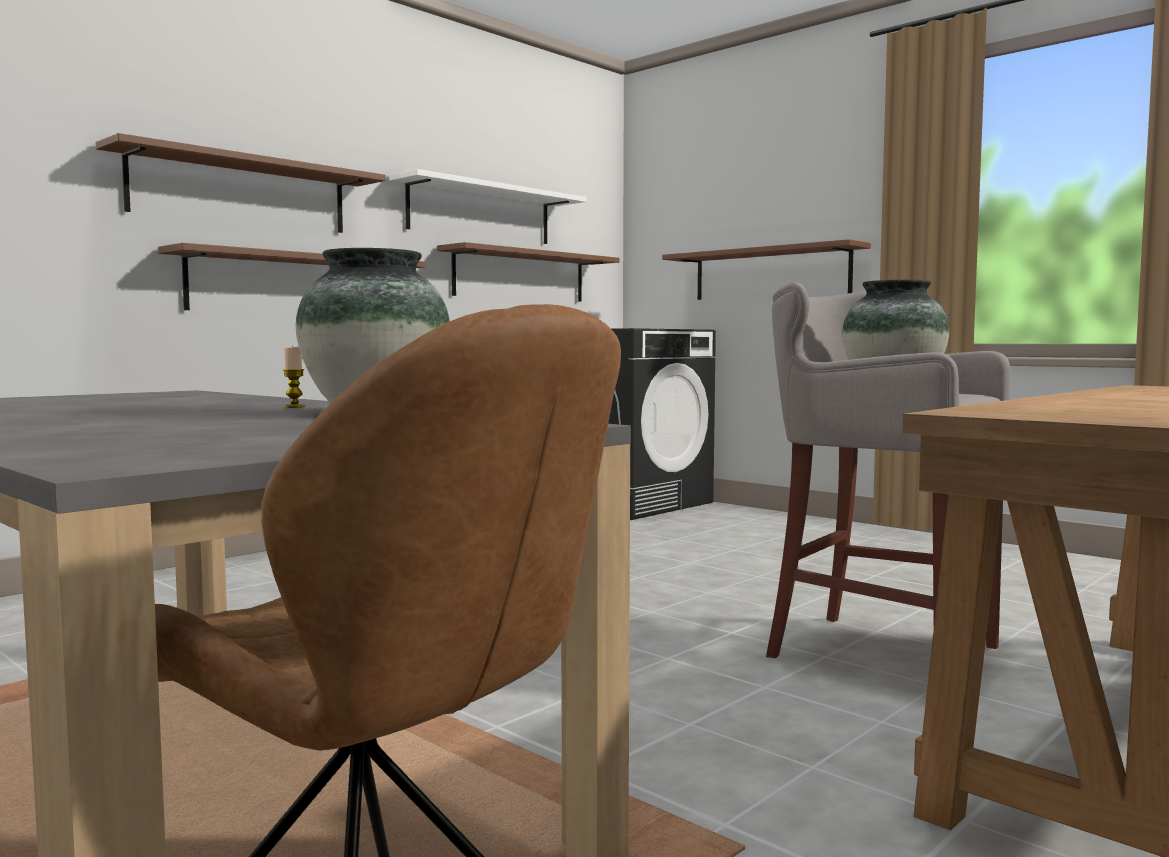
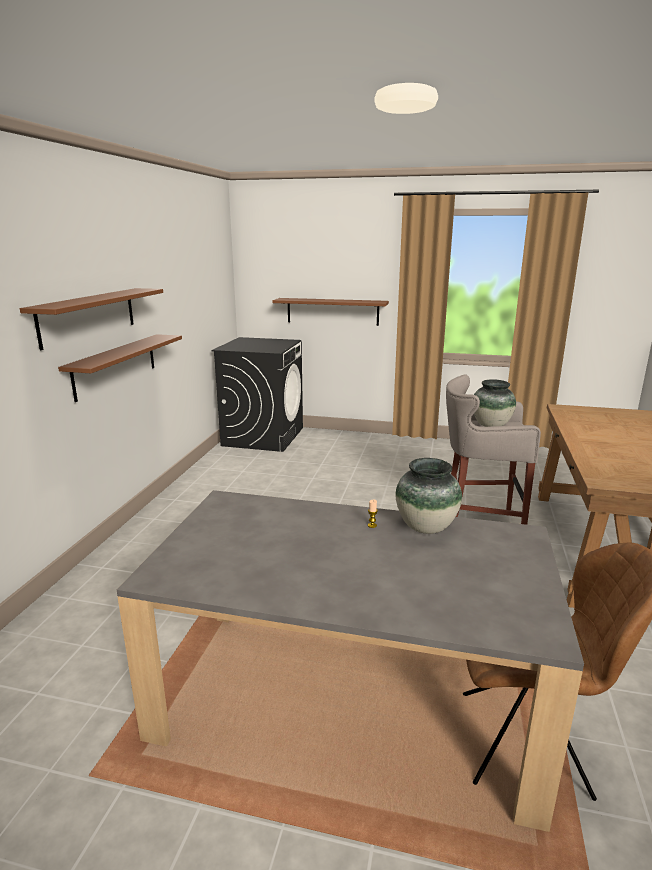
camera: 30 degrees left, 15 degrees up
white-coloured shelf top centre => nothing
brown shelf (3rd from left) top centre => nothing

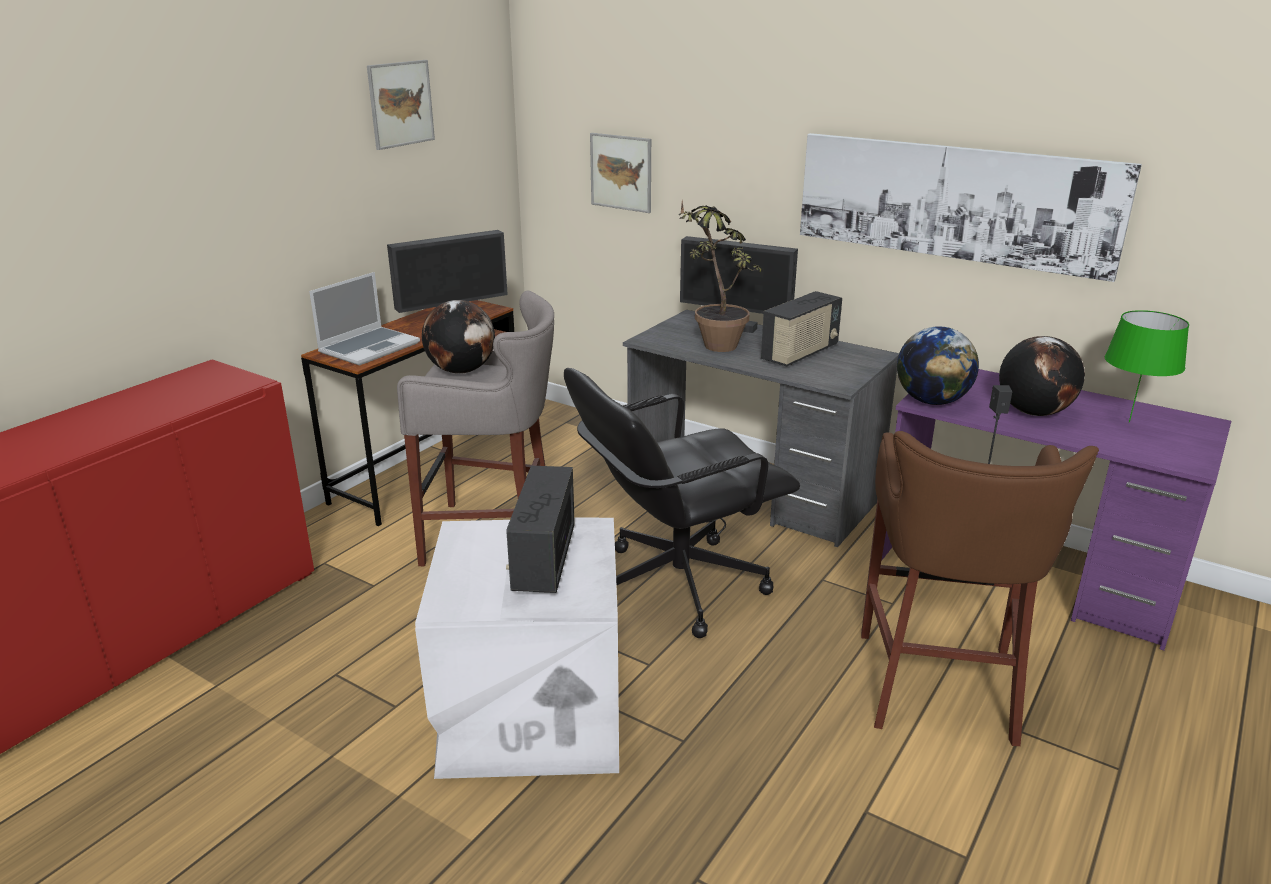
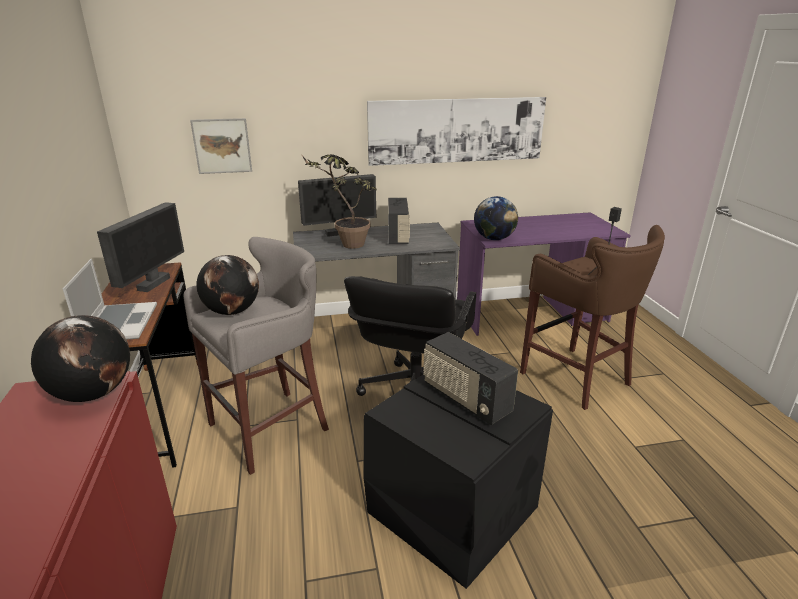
camera: 45 degrees left, 0 degrees up
picture (1st from left) top left => nothing
greenish lamp for a table middle right => nothing
world globe (3rd from left in the first image) middle right => world globe (1st from left) middle left, moved
white-coloured storage bin bottom centre => black-coloured storage bin bottom centre

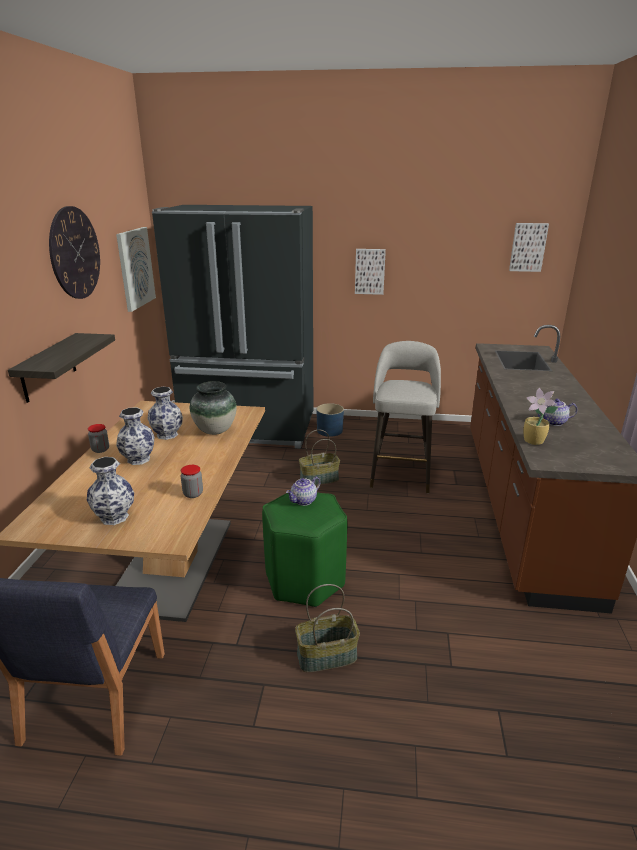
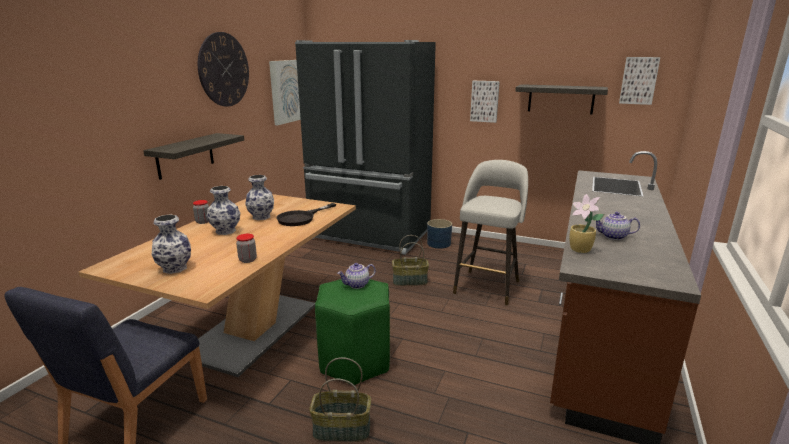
camera: 15 degrees right, 5 degrees down
nothing => shelf (2nd from left) top right
decorative vase (4th from left) centre => black-coloured frying pan centre

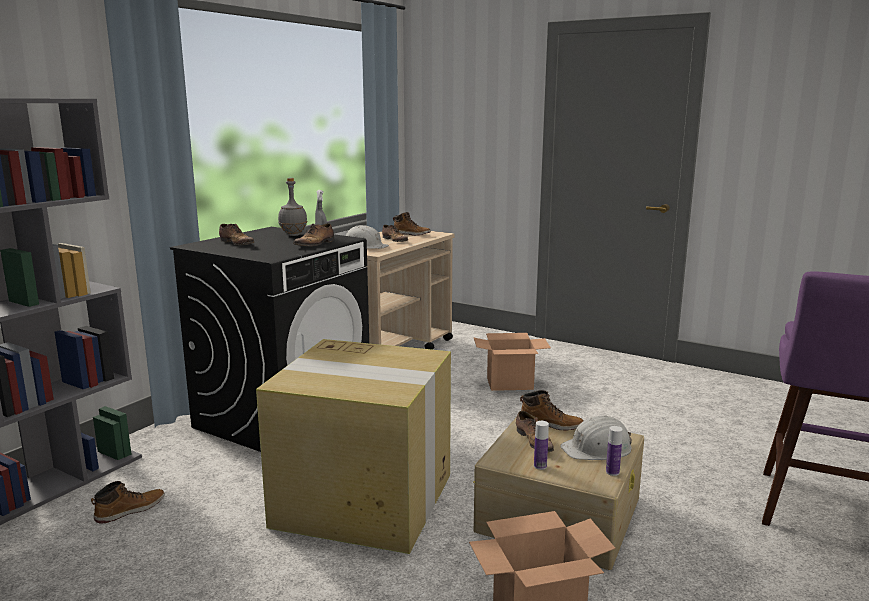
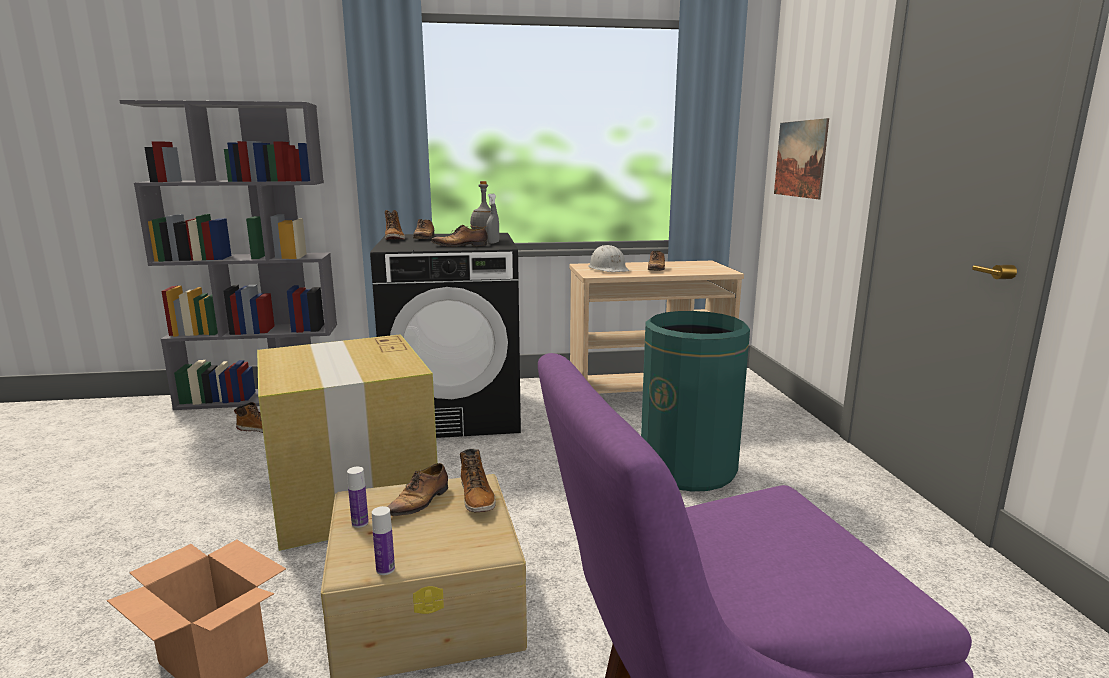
camera: 50 degrees right, 0 degrees up
white-coloured hard hat (2nd from left) bottom right => nothing
nothing => picture top right
boot (2nd from left) centre => boot (2nd from left) top centre, moved
carton (2nd from left) centre => greenish rubbish bin centre

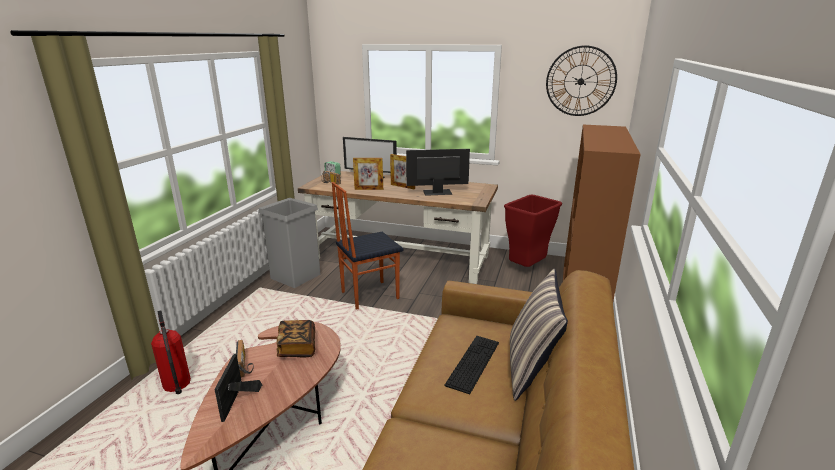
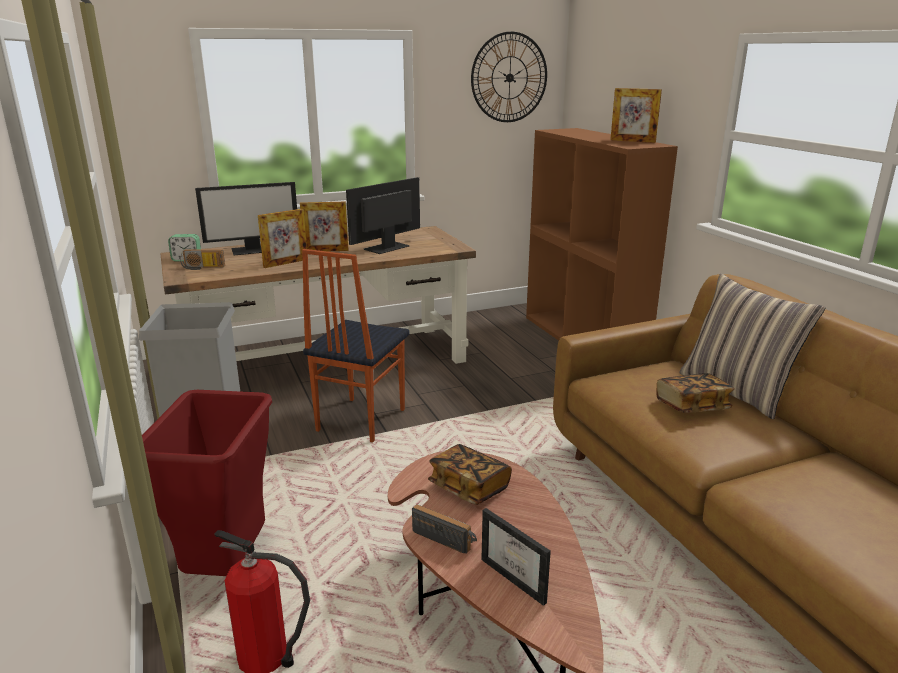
camera: 40 degrees left, 0 degrees up
nothing => photo frame (4th from left) top right
reddish rubbish bin centre => reddish rubbish bin bottom left, moved
computer keyboard bottom centre => bound book (2nd from left) middle right

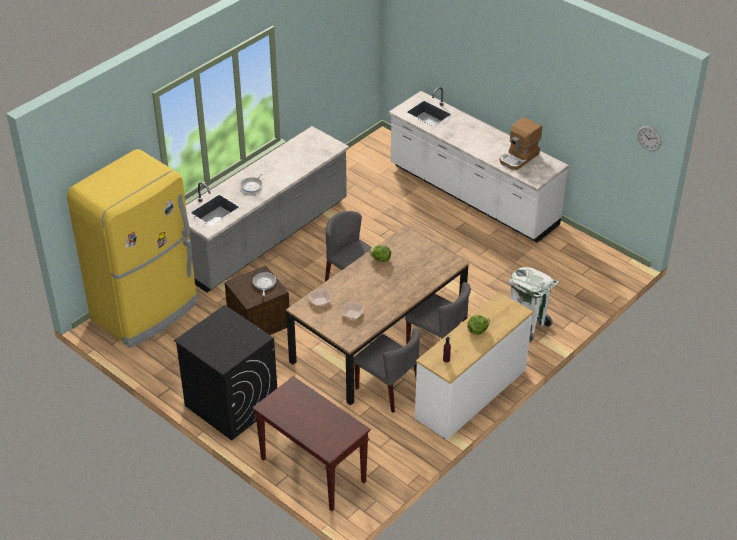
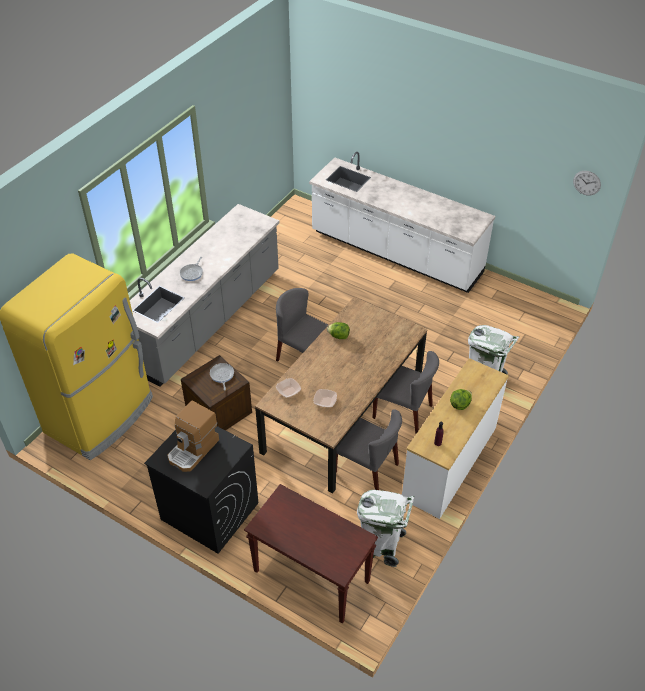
camera: 10 degrees left, 5 degrees up
nothing => white-coloured rubbish bin (1st from left) bottom centre
coffee brewer top right => coffee brewer middle left, moved

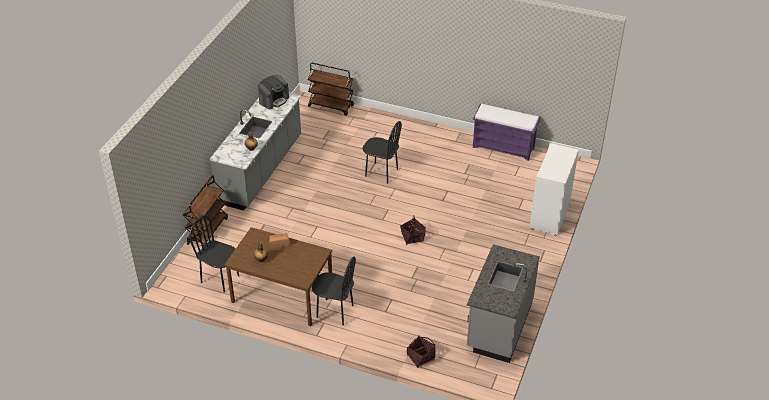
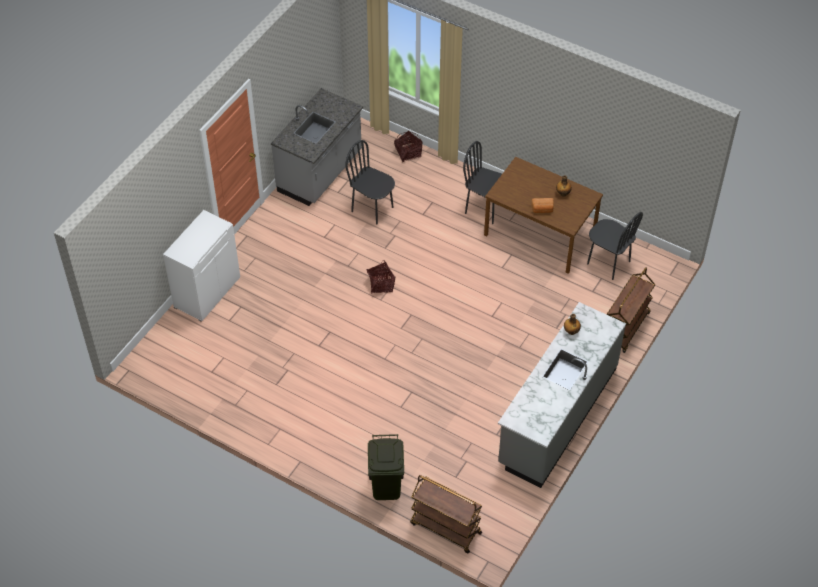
camera: 170 degrees left, 10 degrees up
coffee brewer top centre => nothing
purple long seat top centre => nothing
nothing => greenish rubbish bin bottom centre
black-coloured upright chair (3rd from left in the first image) centre => black-coloured upright chair (1st from left) top centre, moved

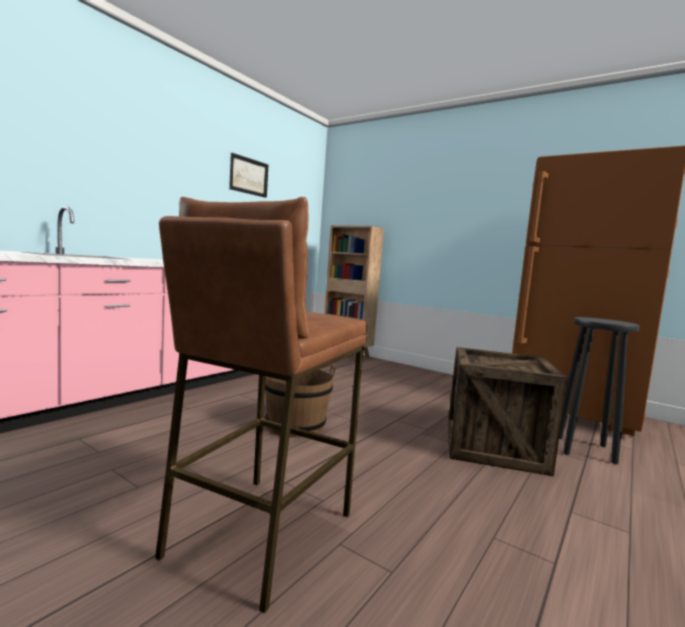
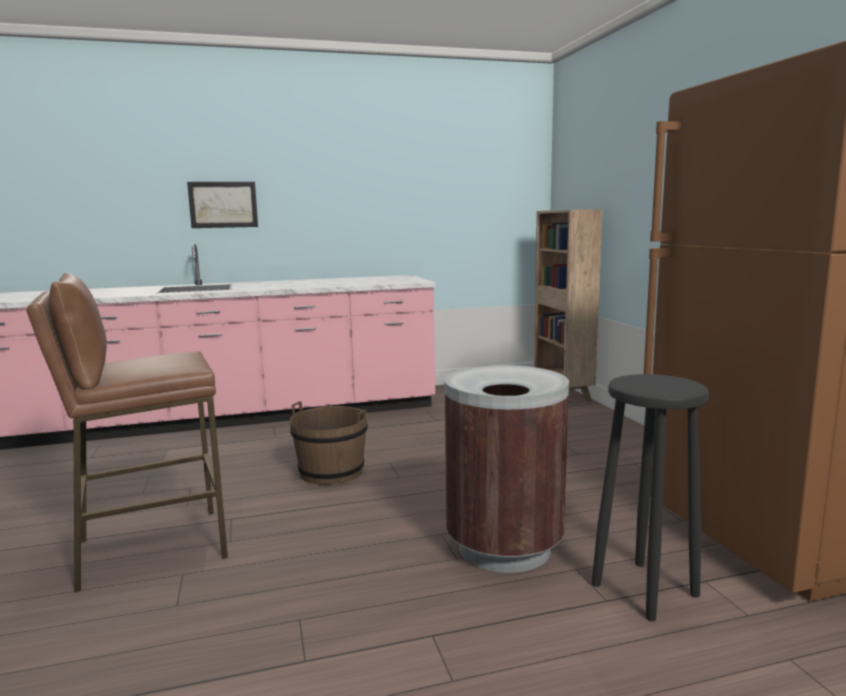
camera: 40 degrees right, 5 degrees up
picture top centre => picture top left, moved
shipping crate middle right => brown rubbish bin bottom centre

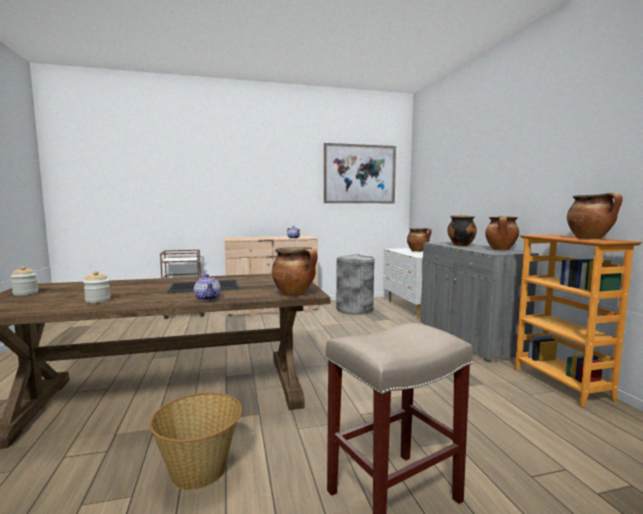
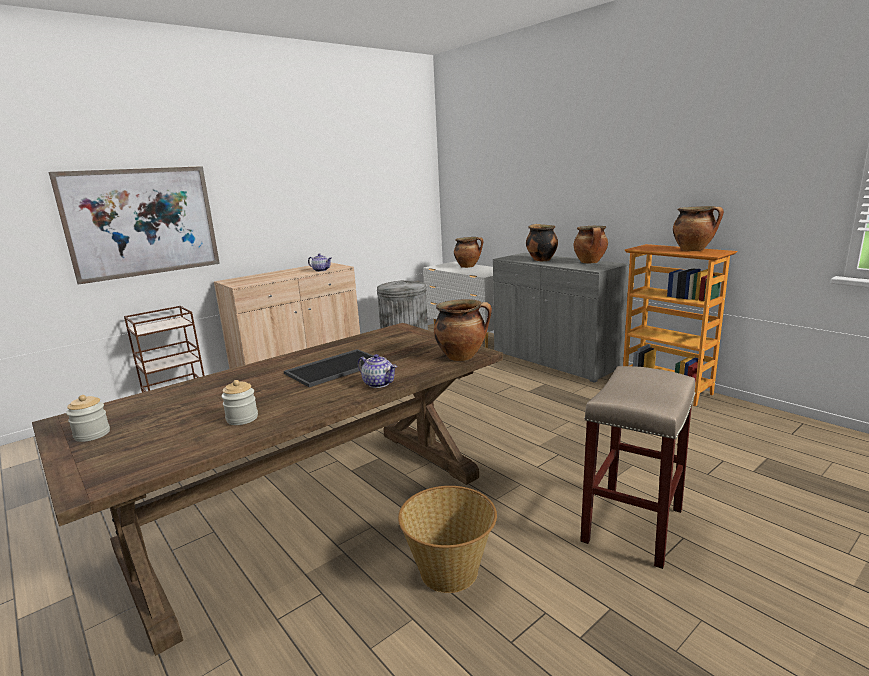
camera: 25 degrees left, 10 degrees up
picture centre => picture top left, moved

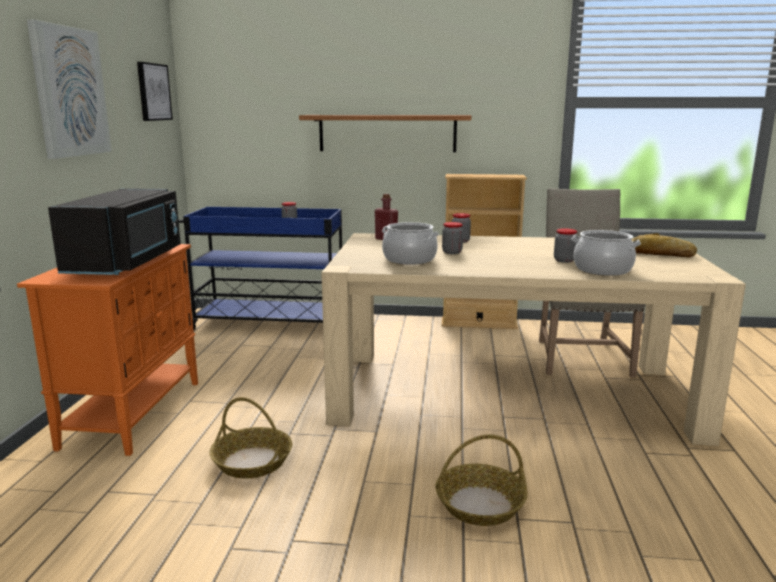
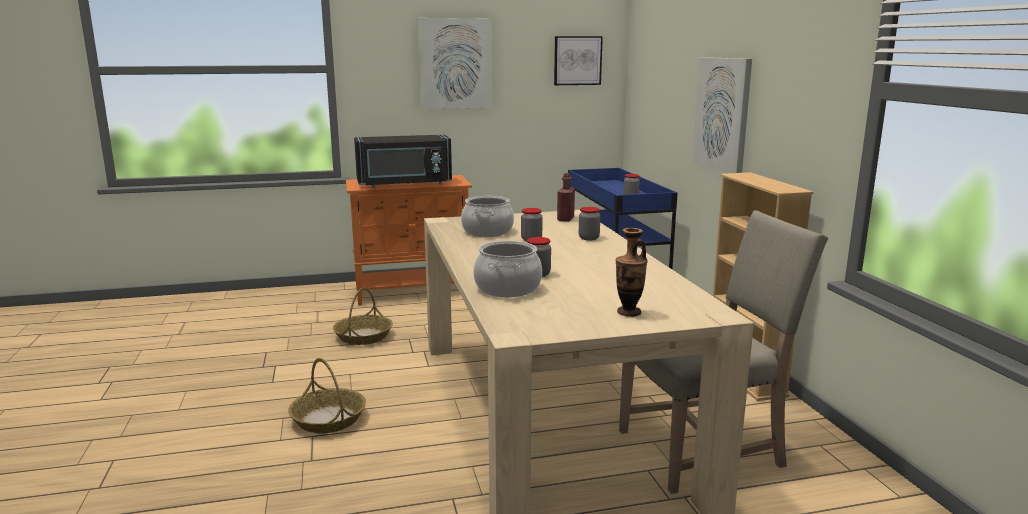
camera: 70 degrees right, 0 degrees up
shelf top centre => picture (3rd from left) top right
bread middle right => decorative vase centre

